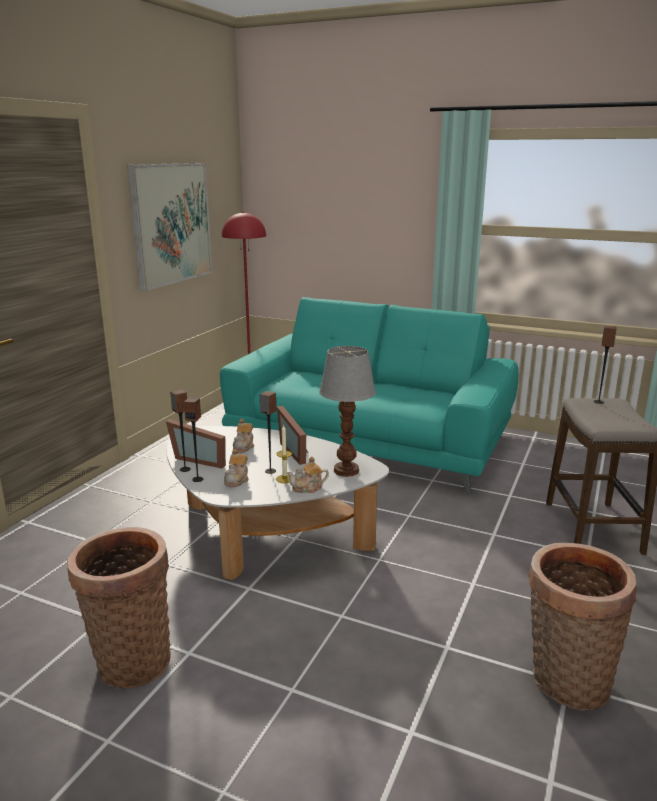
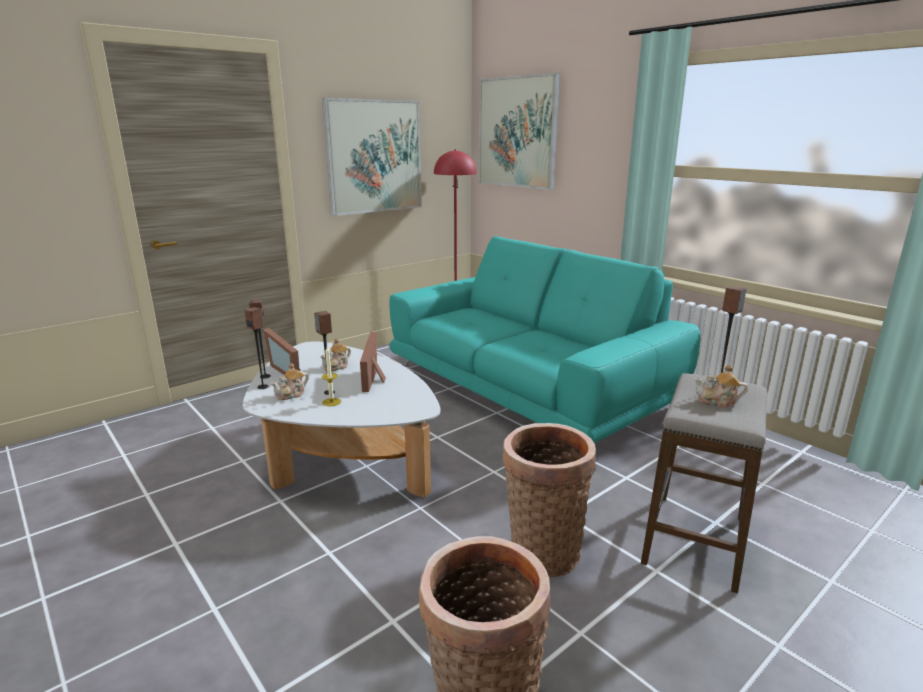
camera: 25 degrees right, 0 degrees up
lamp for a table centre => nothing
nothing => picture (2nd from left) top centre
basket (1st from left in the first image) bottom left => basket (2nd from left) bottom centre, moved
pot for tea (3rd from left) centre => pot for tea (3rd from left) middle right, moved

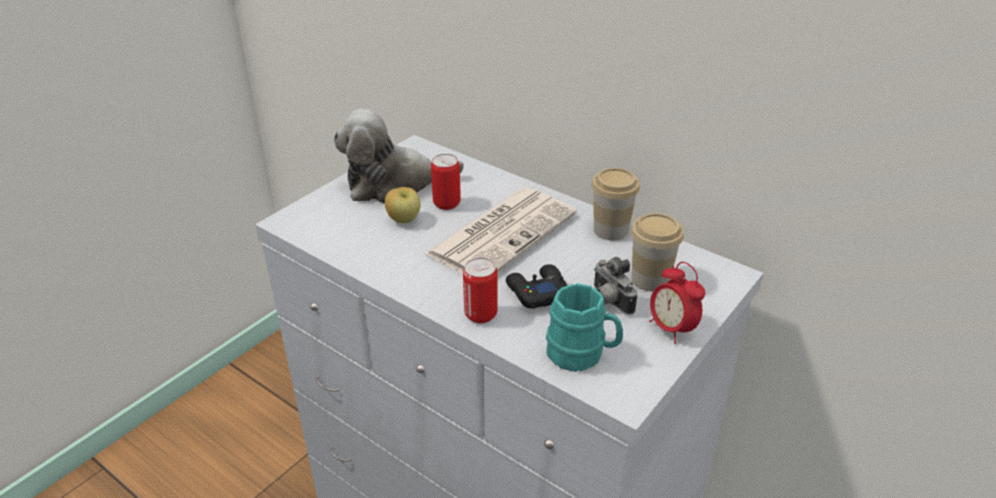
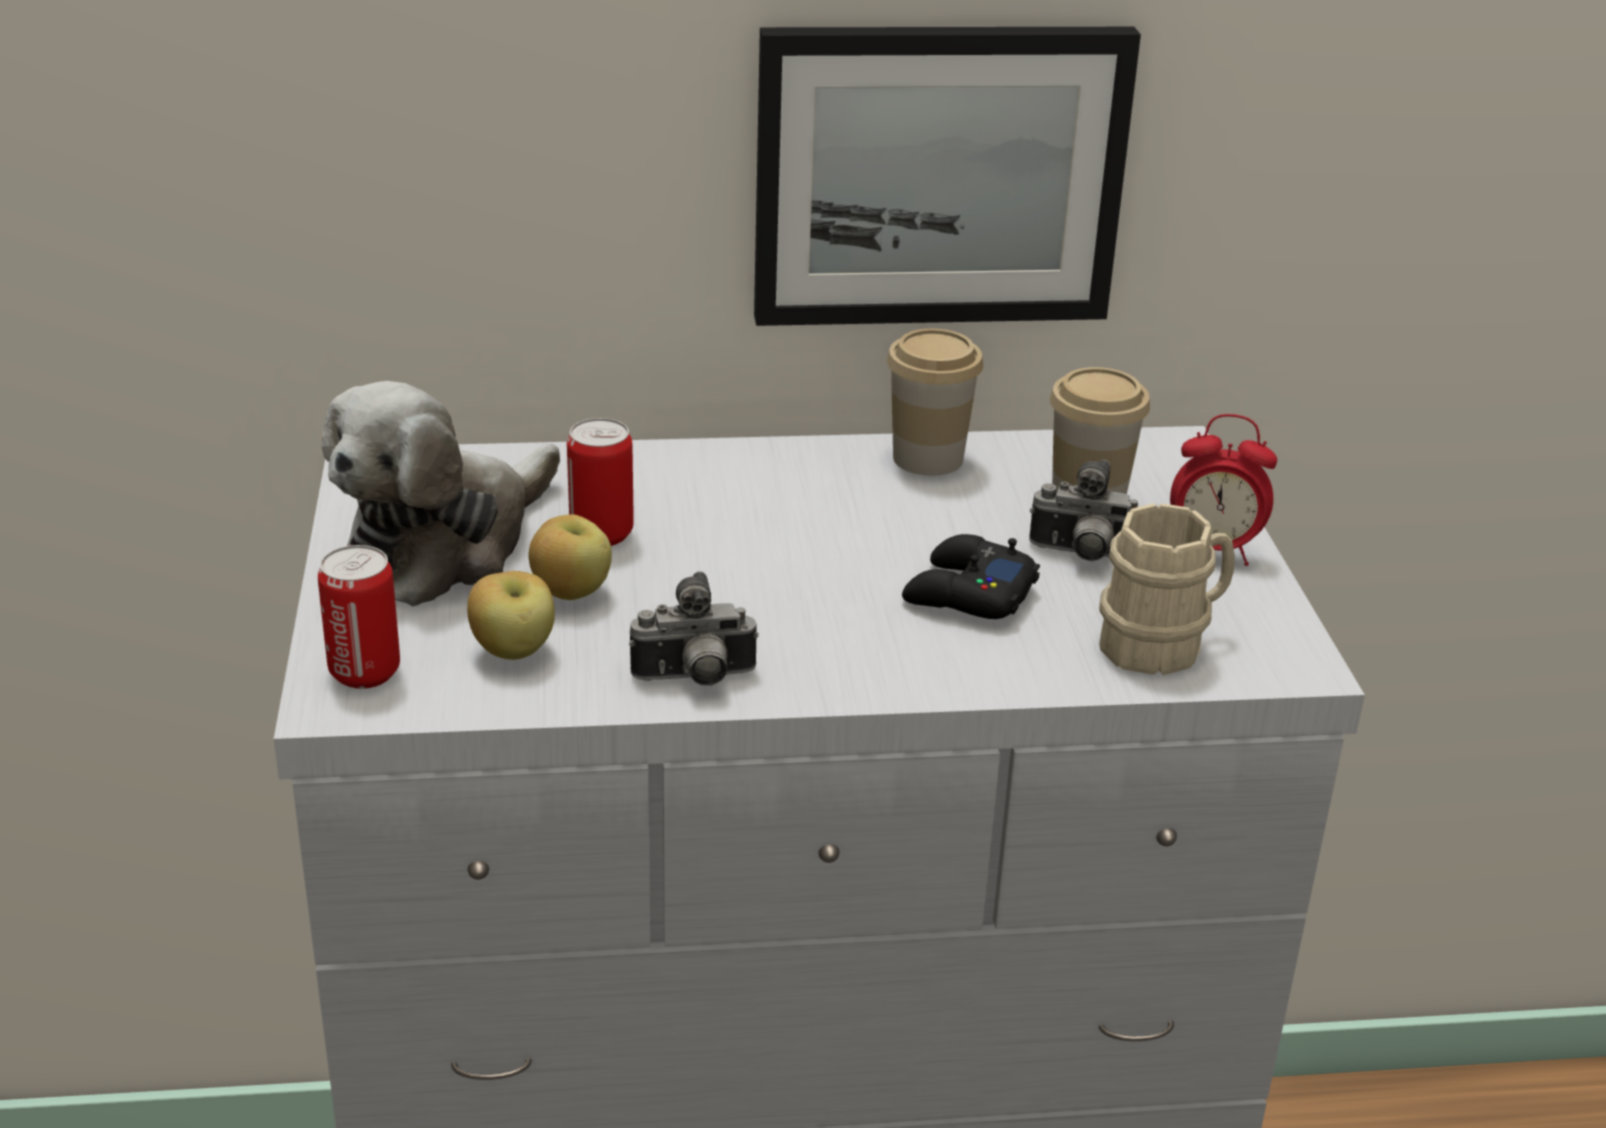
camera: 45 degrees left, 5 degrees down
daily paper centre => nothing
nothing => whole apple (1st from left) middle left
nothing => photo camera (1st from left) centre
nothing => picture top centre
metal can (2nd from left in the first image) centre => metal can (1st from left) middle left, moved
turquoise-coloured coffee mug centre => beige-coloured coffee mug middle right

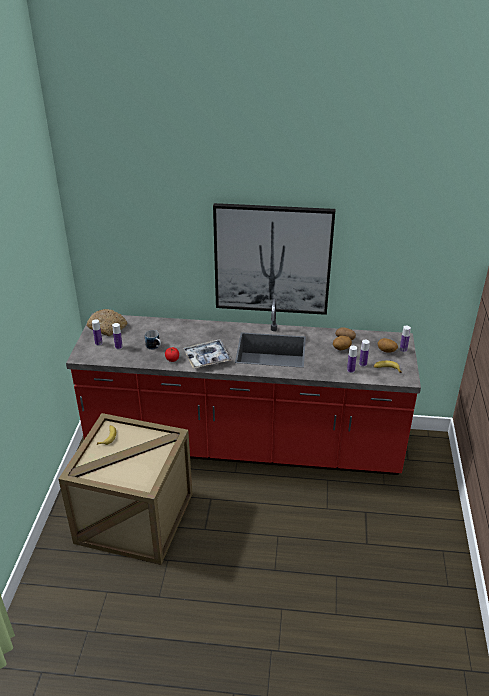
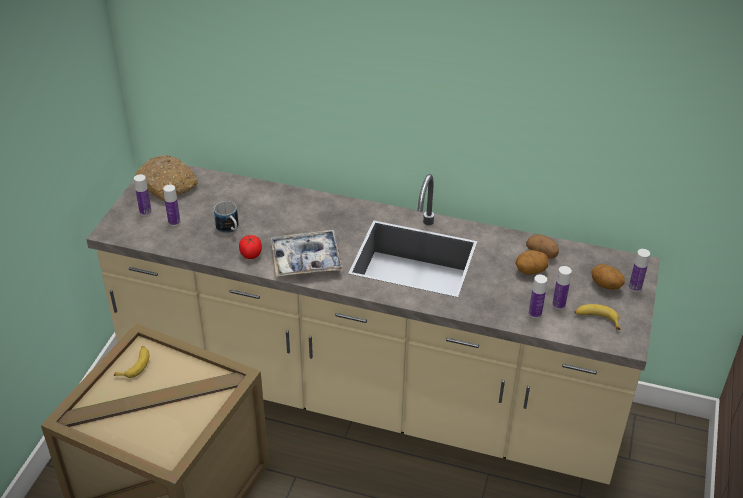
camera: 10 degrees right, 5 degrees up
picture centre => nothing
reddish kitchen counter centre => beige-coloured kitchen counter centre

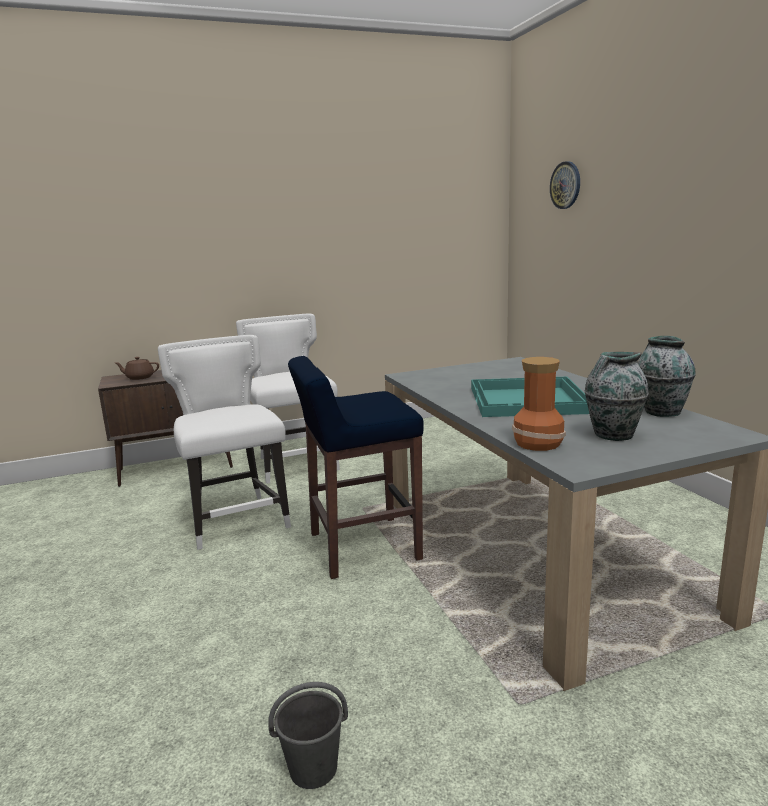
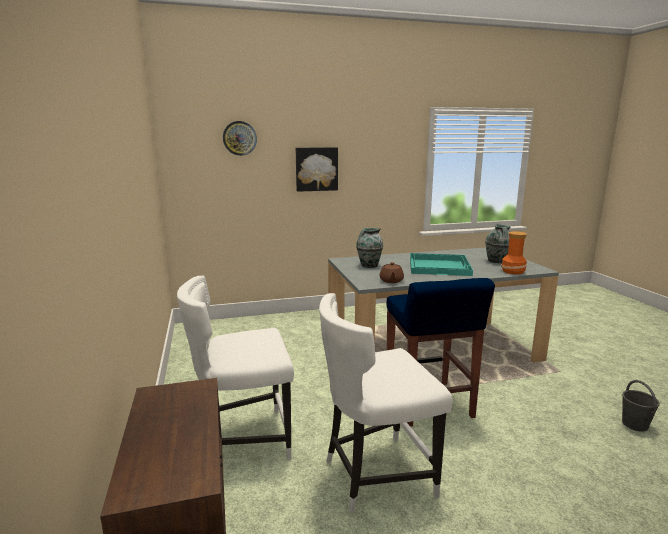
camera: 85 degrees left, 0 degrees up
nothing => picture top centre
brown pot for tea middle left => brown pot for tea centre, moved
decorative vase (3rd from left in the first image) middle right => decorative vase (1st from left) centre, moved

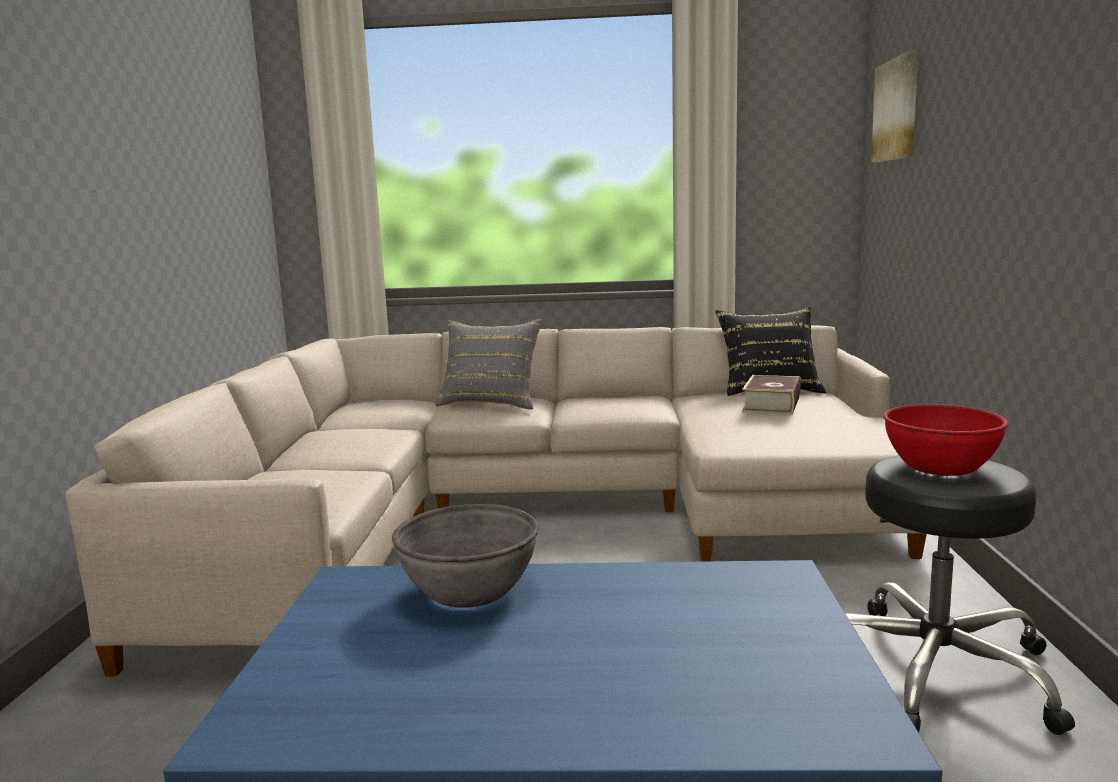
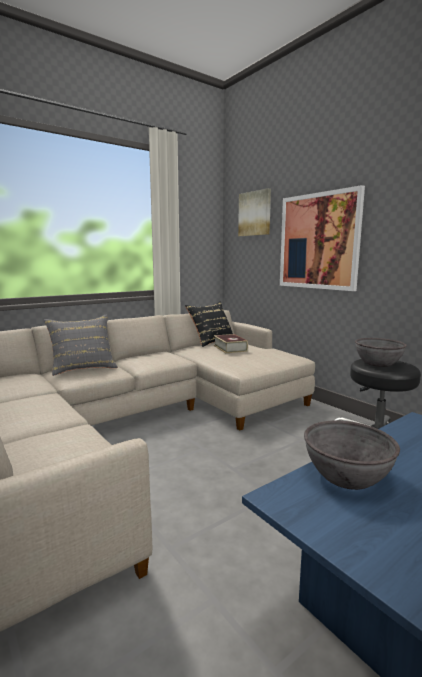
camera: 40 degrees left, 0 degrees up
nothing => picture (2nd from left) middle right
reddish bowl middle right => greyish bowl (2nd from left) middle right

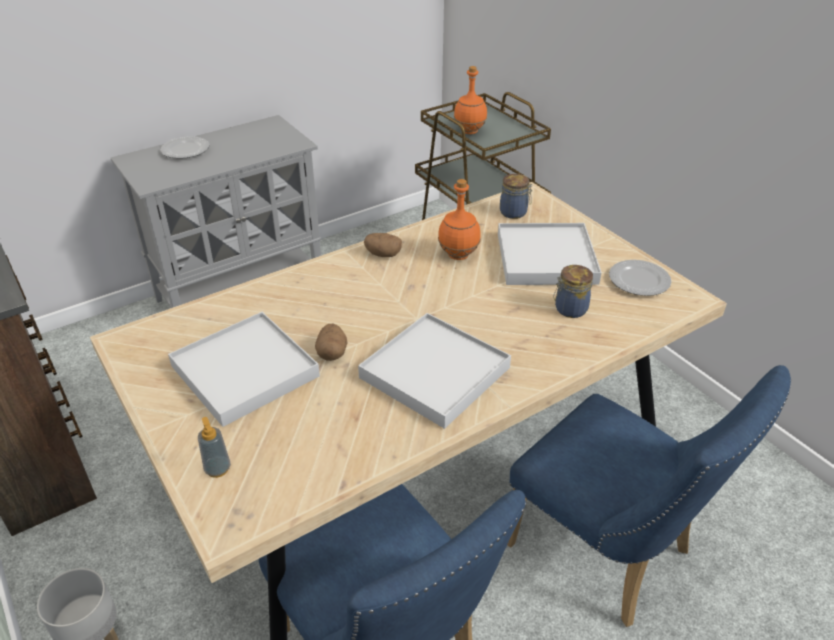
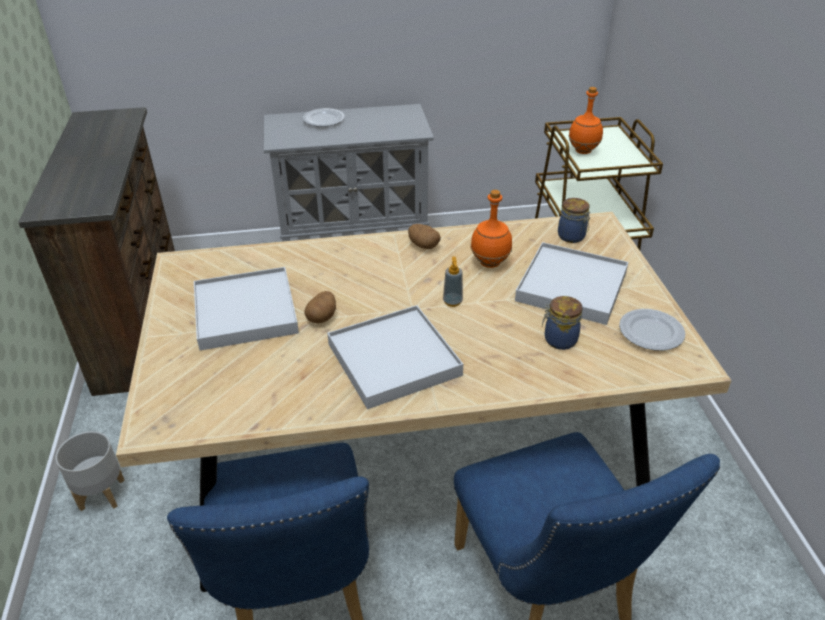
camera: 25 degrees right, 0 degrees up
soap dispenser bottom left => soap dispenser centre, moved

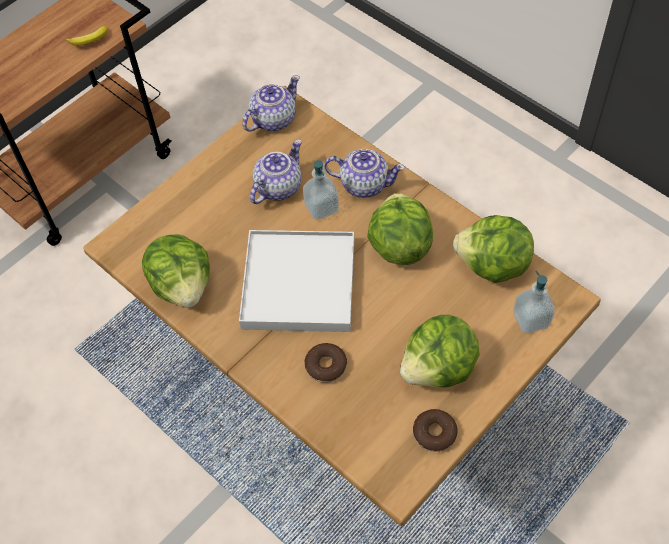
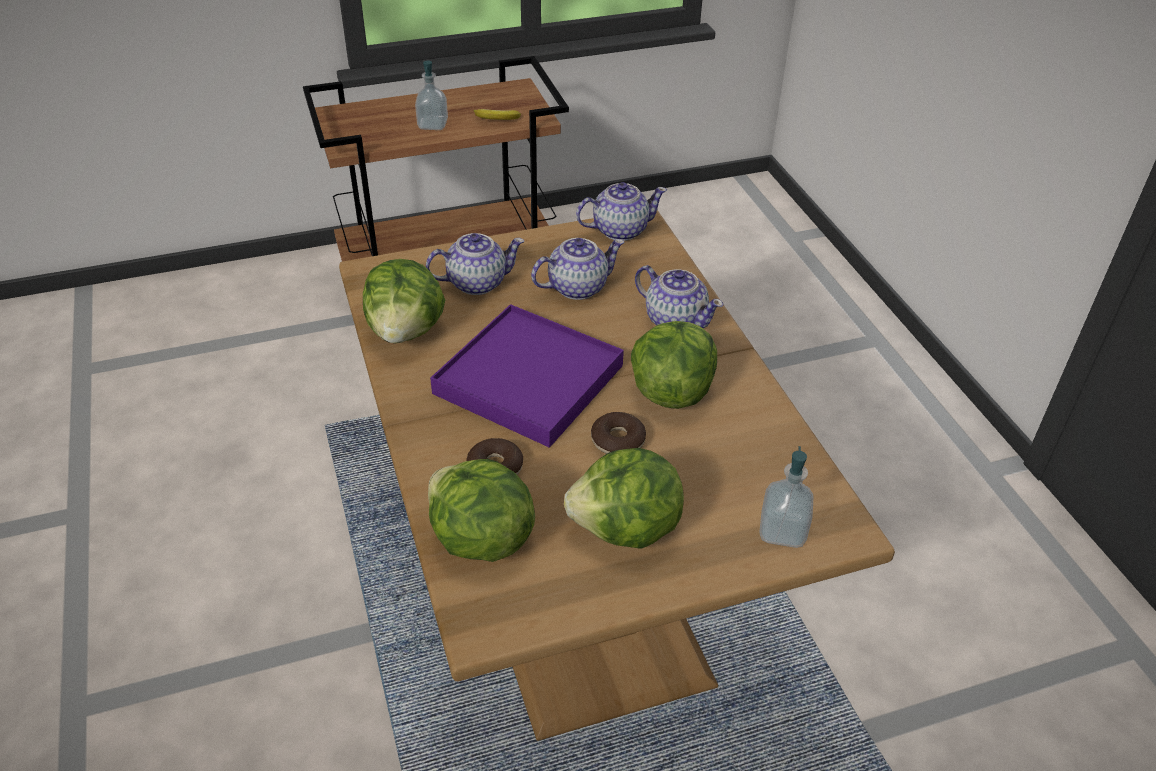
camera: 25 degrees right, 15 degrees down
nothing => pot for tea (1st from left) centre
soap dispenser (1st from left) centre => soap dispenser (1st from left) top centre, moved
doughnut (2nd from left) bottom centre => doughnut (2nd from left) centre, moved
head of lettuce (4th from left in the first image) middle right => head of lettuce (2nd from left) centre, moved
white-coloured tray centre => purple tray centre

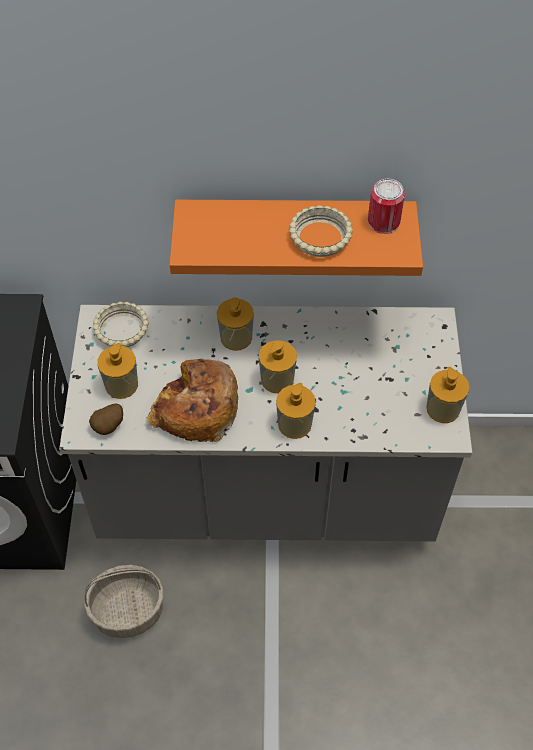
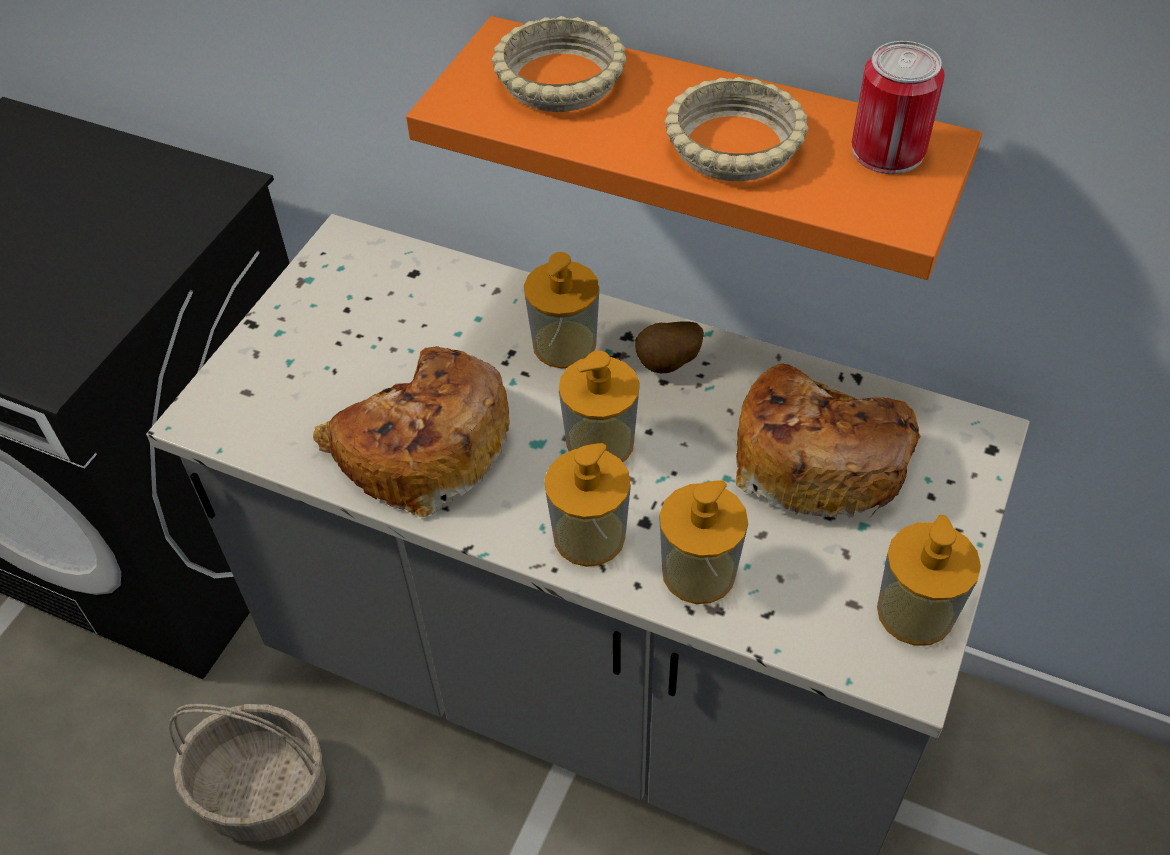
camera: 25 degrees right, 5 degrees down
nothing => bread (2nd from left) middle right
whole potato middle left => whole potato centre, moved
beige-coloured bowl (1st from left) middle left => beige-coloured bowl (1st from left) top centre, moved
soap dispenser (1st from left in the first image) middle left => soap dispenser (4th from left) centre, moved

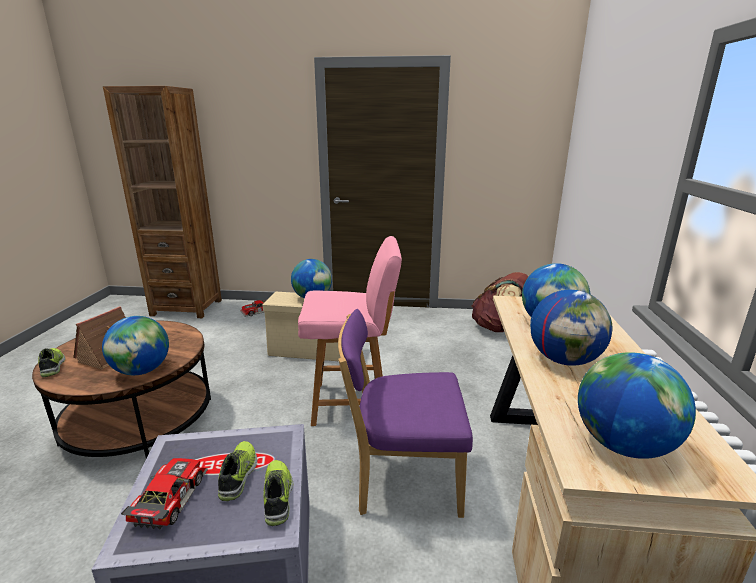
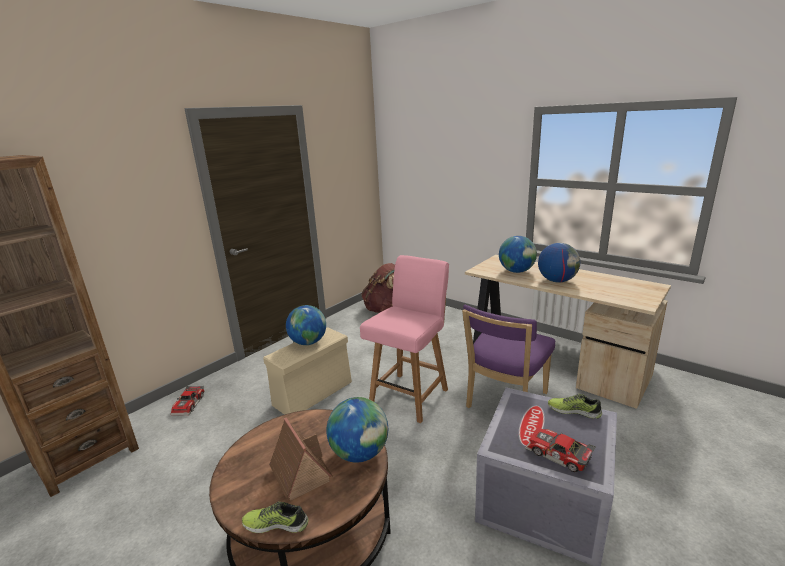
camera: 55 degrees left, 0 degrees up
item of footwear (2nd from left) bottom left => nothing
world globe (5th from left) bottom right => nothing

